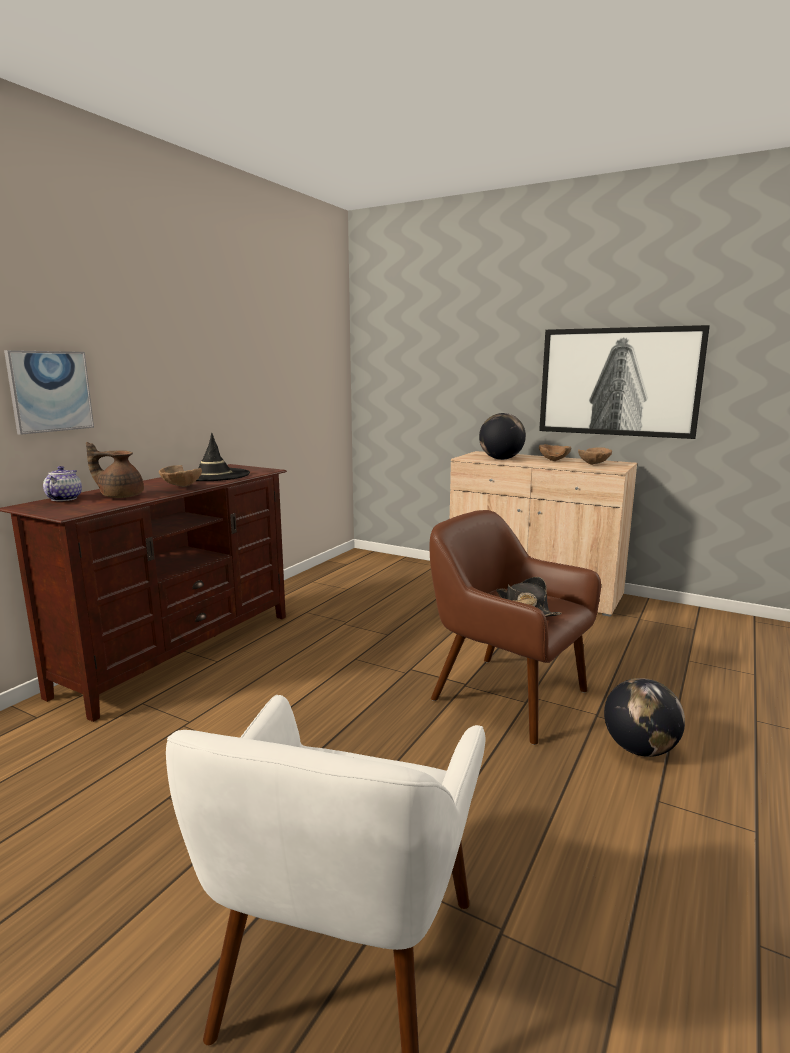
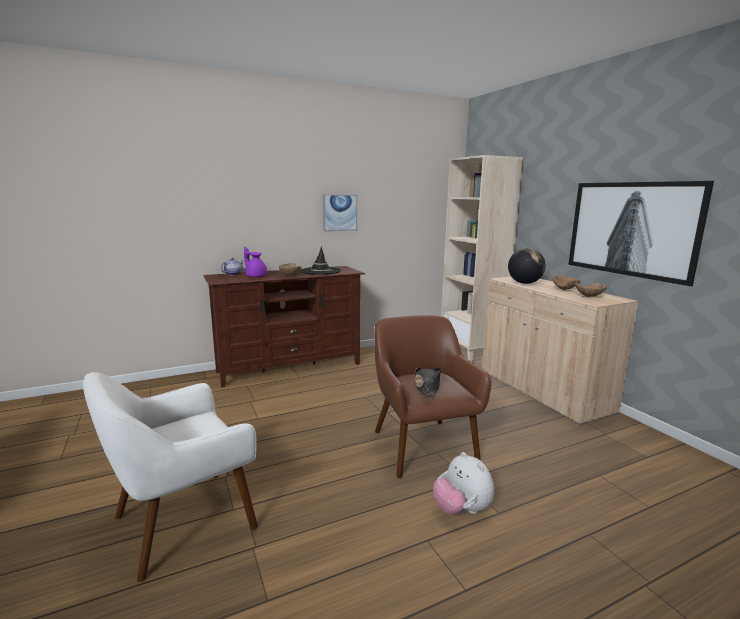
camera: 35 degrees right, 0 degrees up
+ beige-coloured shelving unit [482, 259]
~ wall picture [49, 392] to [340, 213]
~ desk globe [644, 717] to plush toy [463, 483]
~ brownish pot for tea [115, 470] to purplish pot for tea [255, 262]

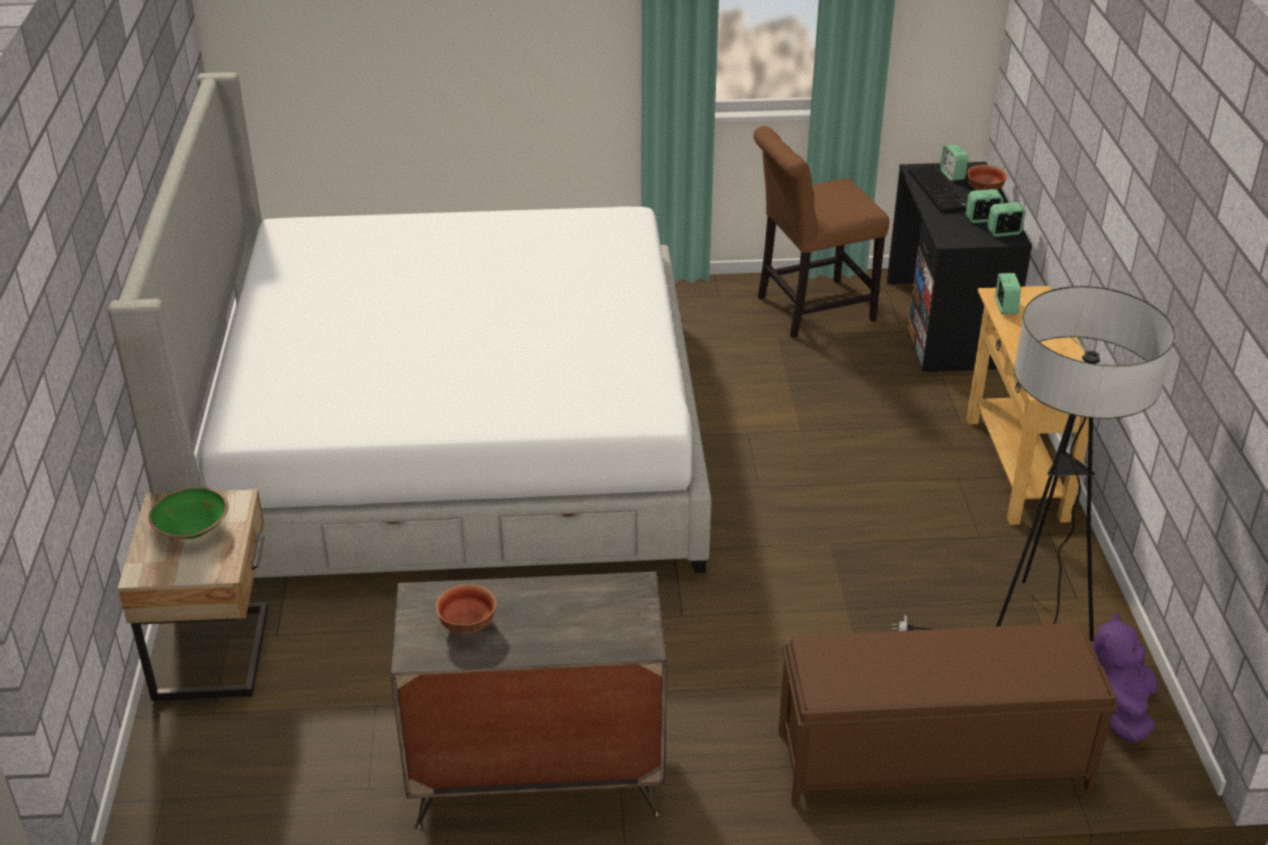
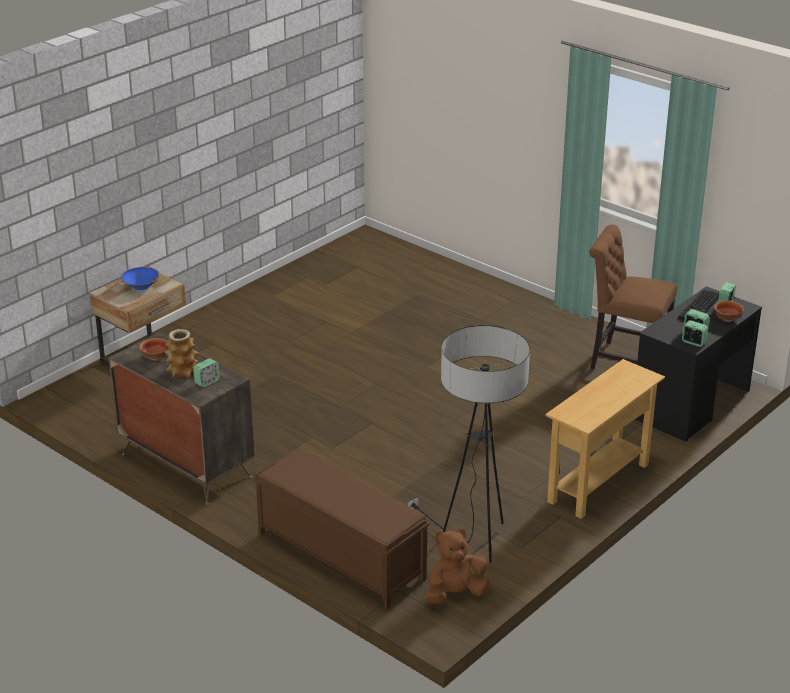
camera: 45 degrees right, 5 degrees down
- bedroom bed [409, 325]
+ flower vase [182, 353]
~ table clock [1008, 293] to [206, 373]
~ green-coloured serving bowl [188, 513] to bluish serving bowl [140, 278]
~ purplish plush toy [1125, 677] to brownish plush toy [457, 566]

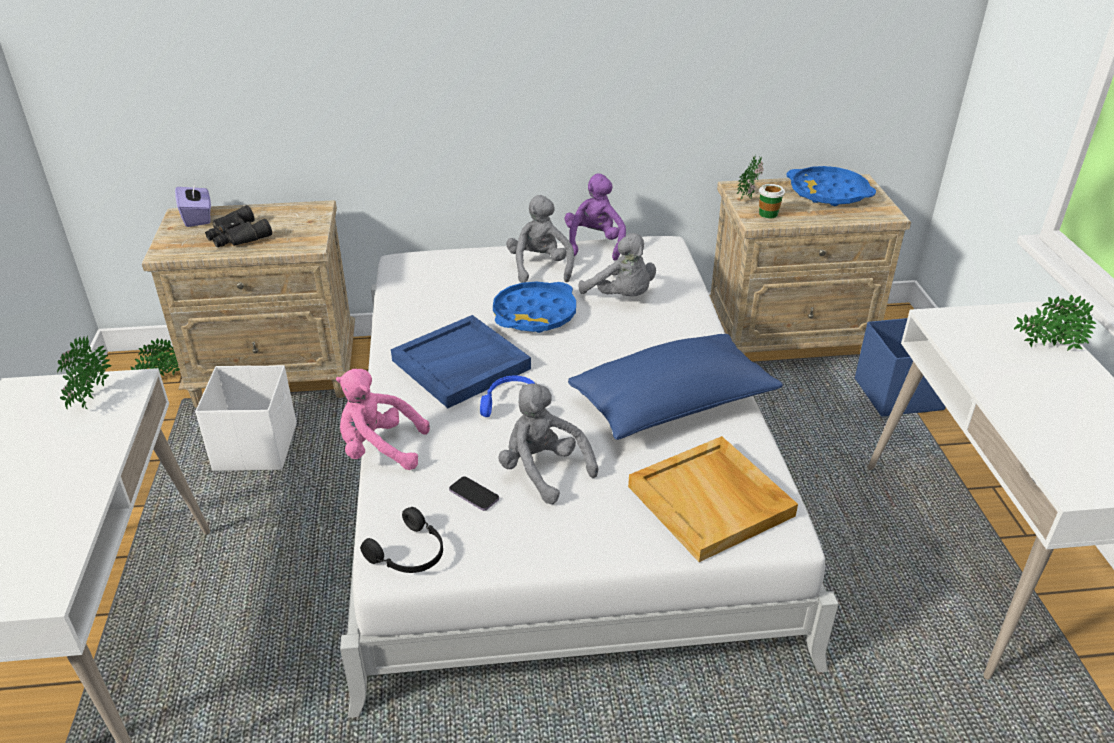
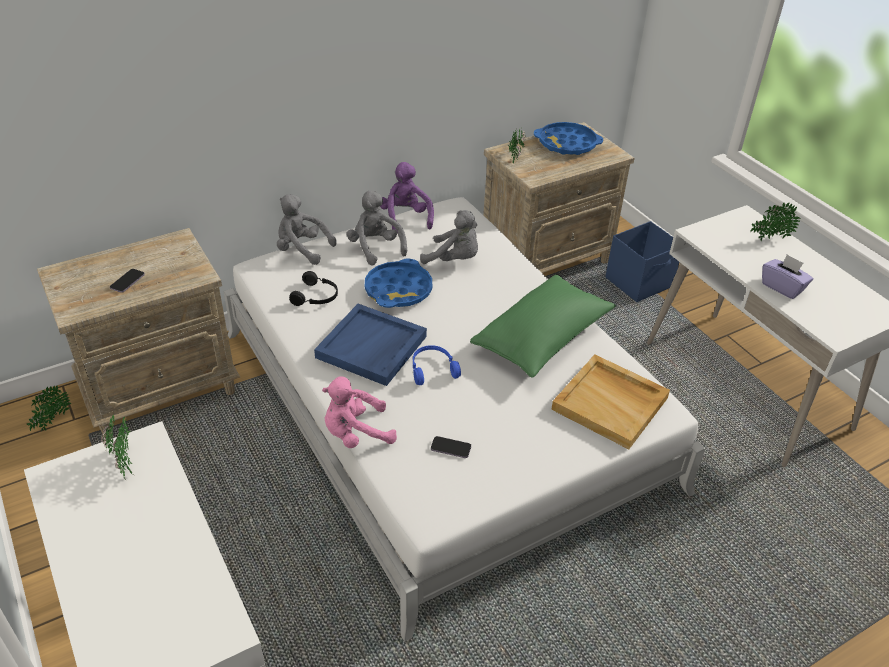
camera: 25 degrees left, 5 degrees up
- white-coloured storage container [246, 418]
- drinking cup [772, 201]
~ purplish box of tissues [193, 204] to [787, 276]
~ blackish headset [401, 540] to [313, 288]
~ gray plush toy [548, 443] to [306, 229]
~ blackish field glasses [238, 226] to phone [127, 281]
~ bluish throw pillow [675, 387] to green-coloured throw pillow [543, 326]

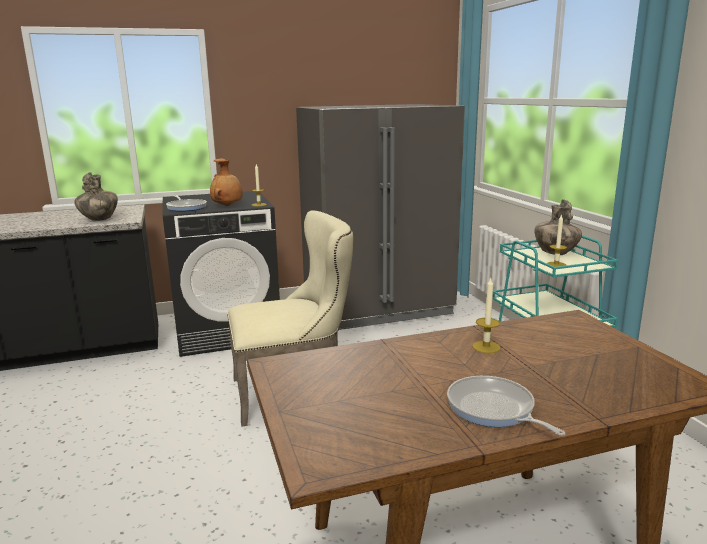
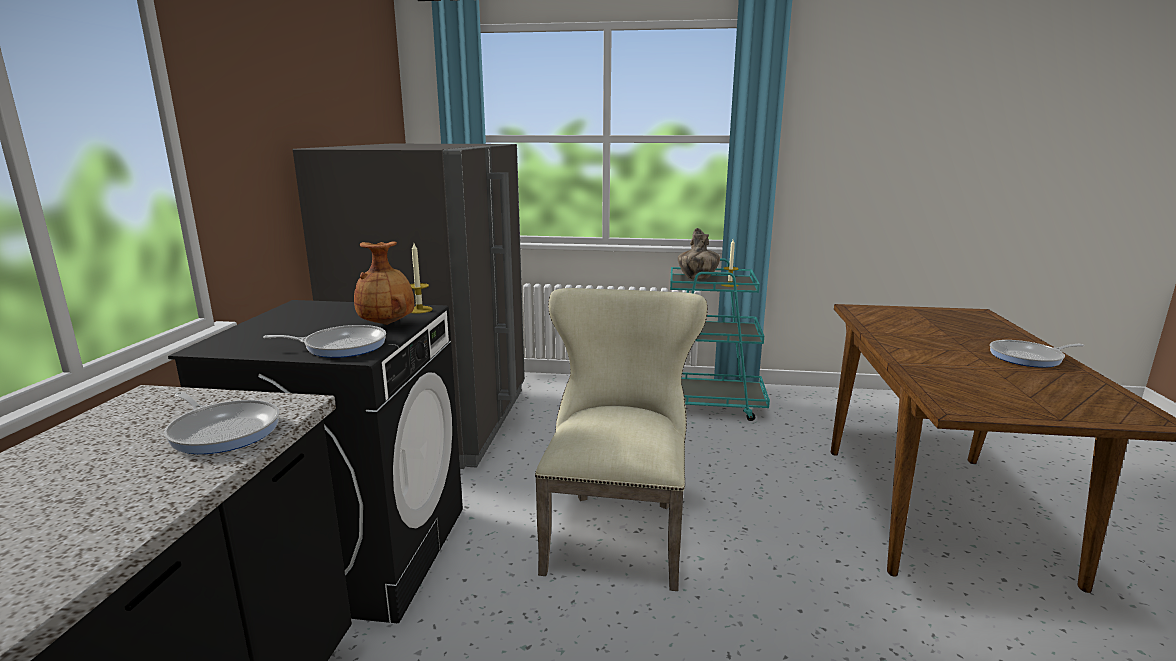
camera: 65 degrees left, 0 degrees up
- wax candle [486, 315]
~ flower vase [96, 196] to pan [222, 423]

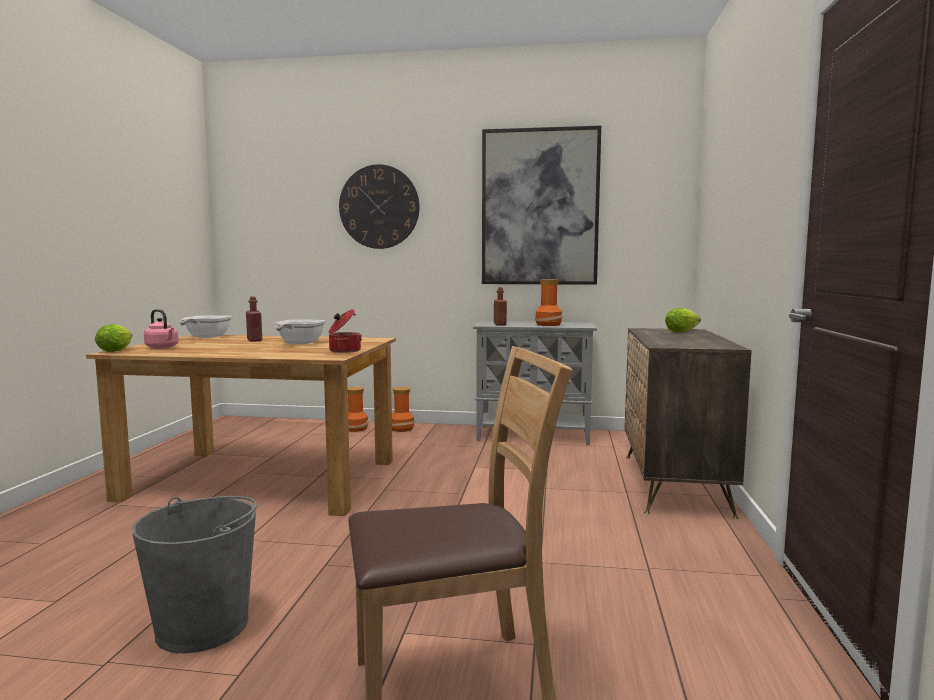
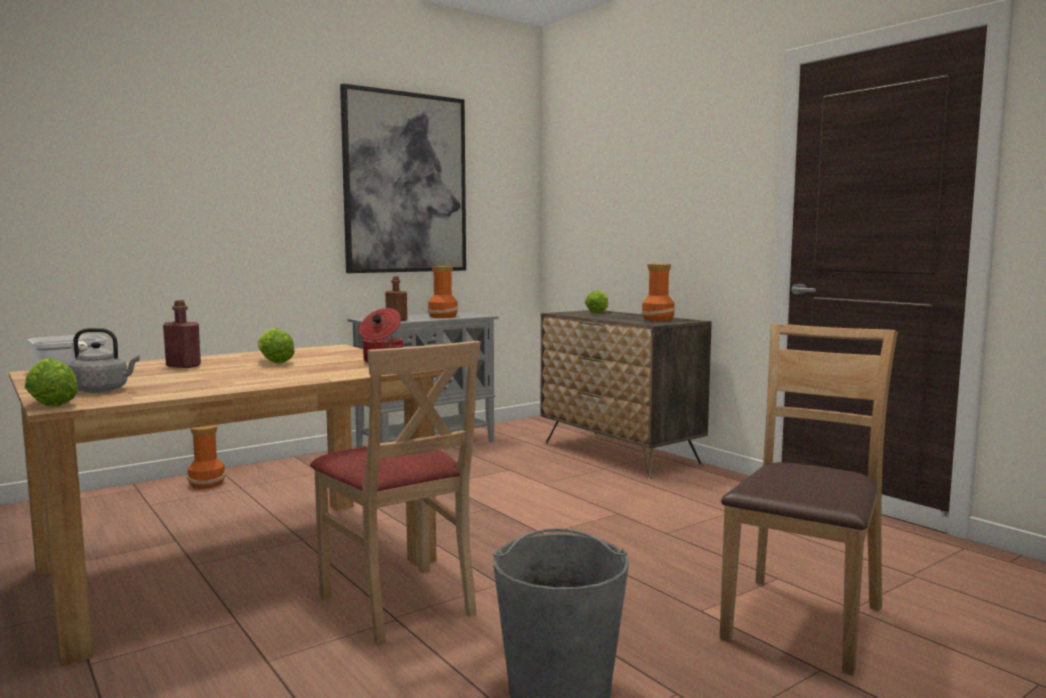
camera: 45 degrees left, 0 degrees up
- clock on the wall [379, 206]
+ beige-coloured plain chair [395, 493]
~ flower vase [403, 409] to [658, 292]
~ pan [300, 332] to lettuce [276, 346]
~ pink-coloured water kettle [161, 329] to gray water kettle [104, 360]

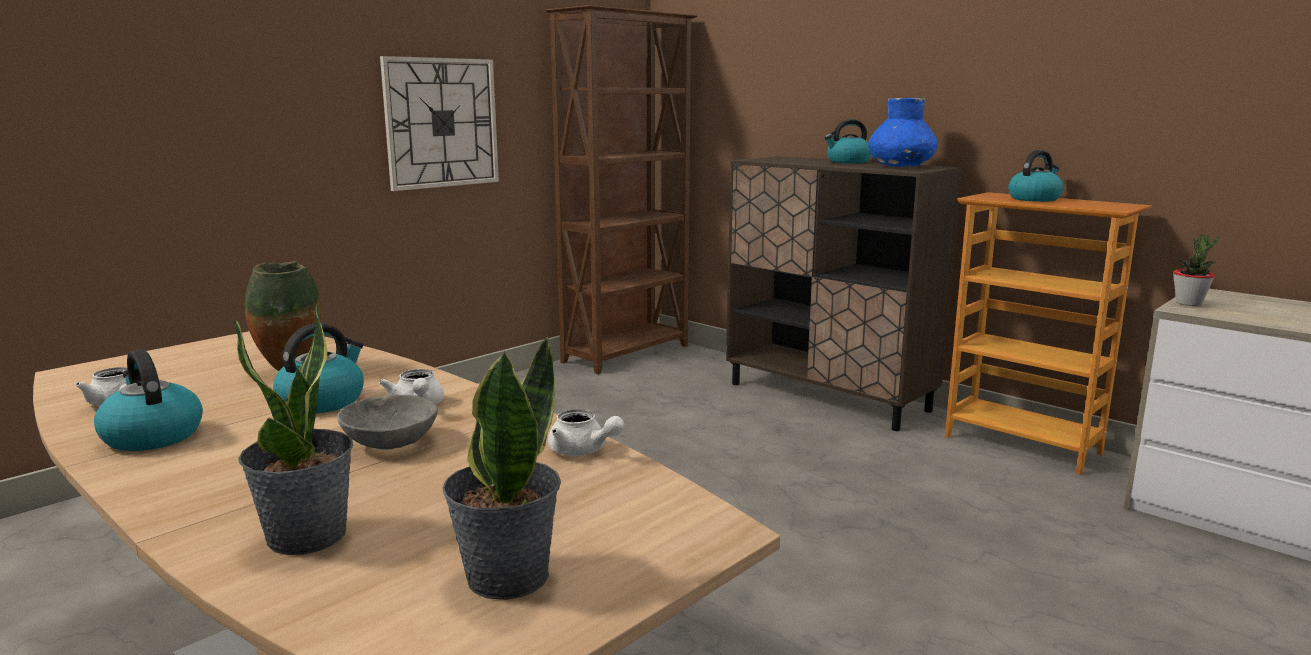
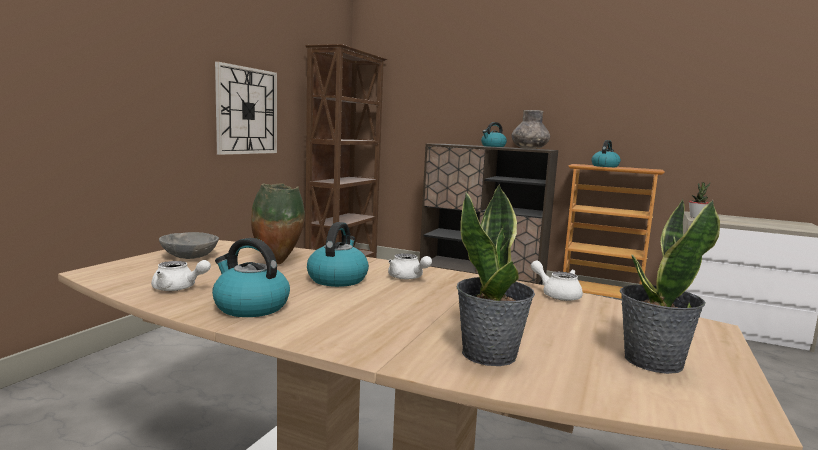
camera: 20 degrees left, 5 degrees down
~ gray serving bowl [387, 422] to [189, 245]
~ bluish flower vase [903, 132] to gray flower vase [531, 129]
~ white-coloured pot for tea [586, 432] = [557, 280] 150 degrees counterclockwise

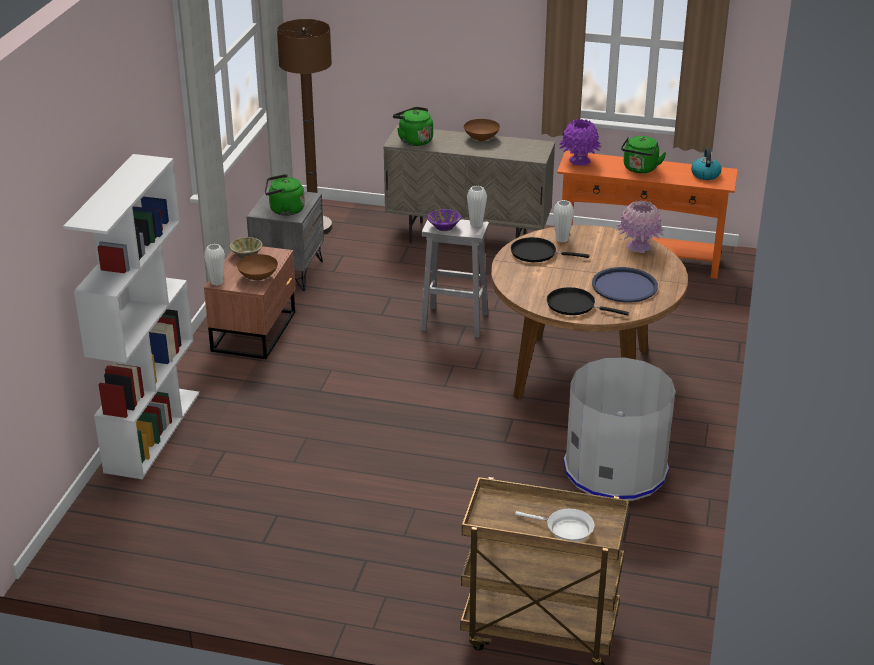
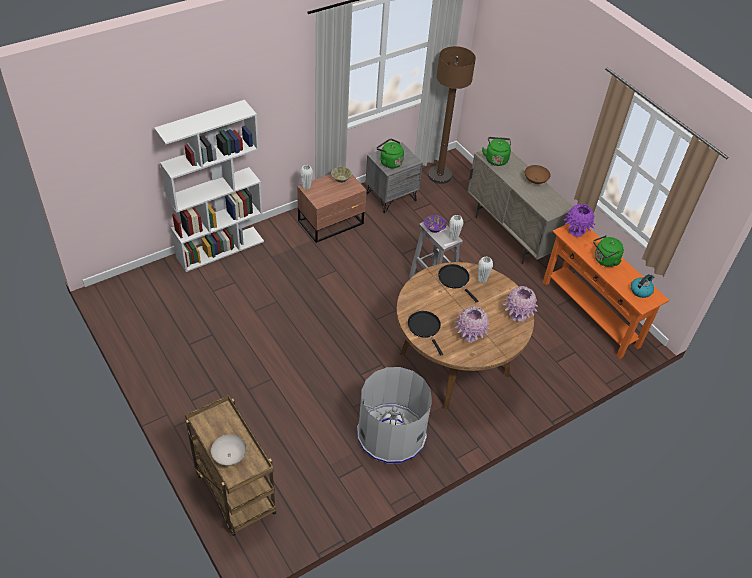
camera: 40 degrees right, 15 degrees up
- brownish serving bowl [257, 267]
~ white-coloured pan [554, 525] to white-coloured serving bowl [228, 450]
~ bluish carrying tray [625, 284] to pink-coloured flower vase [472, 324]

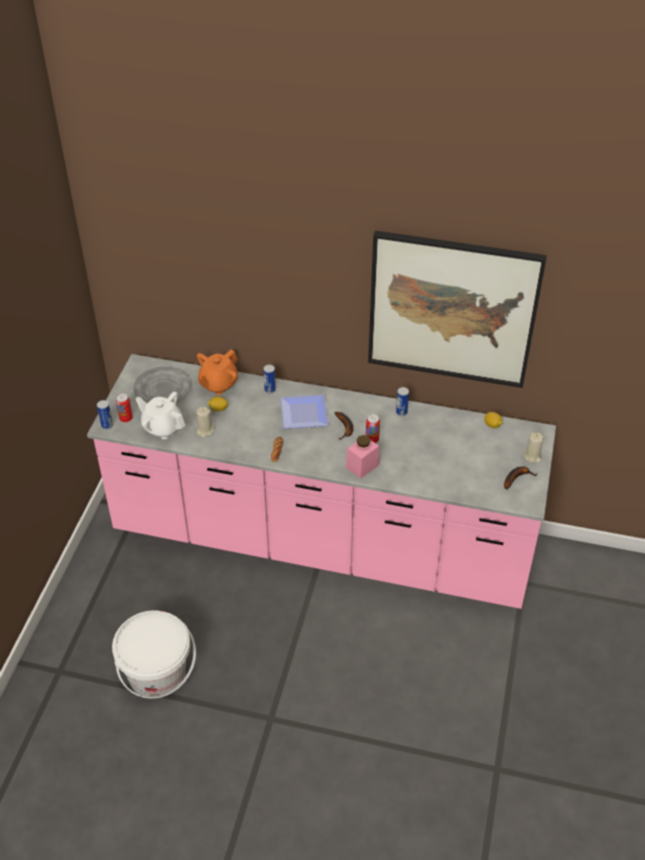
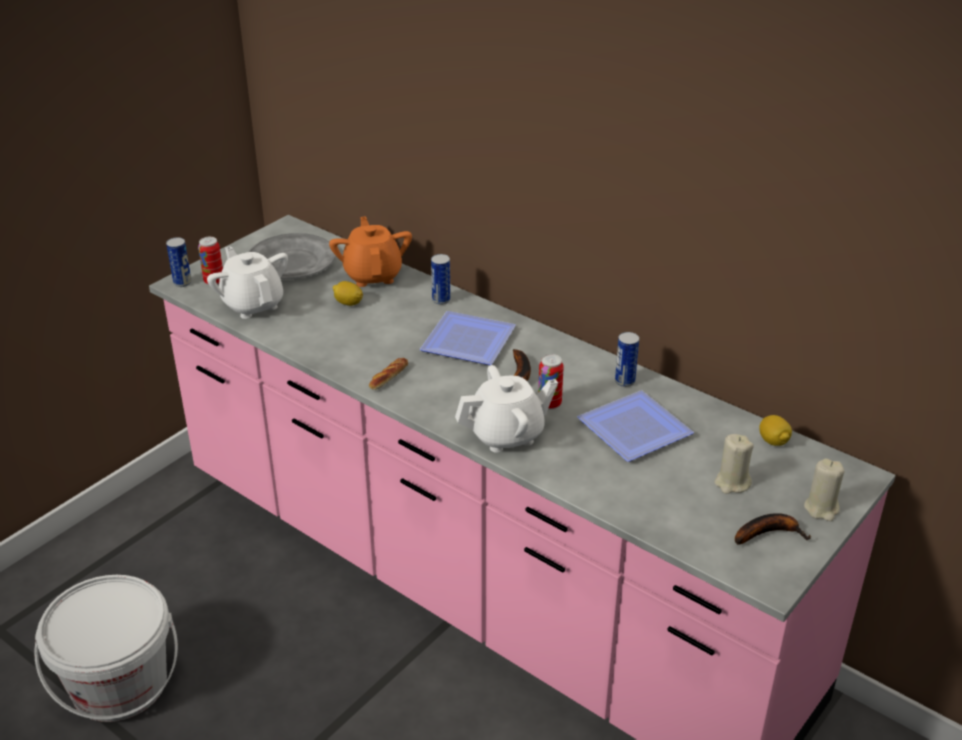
camera: 25 degrees right, 10 degrees down
- wall picture [457, 309]
+ plate [635, 426]
~ beige-coloured wax candle [205, 422] to [734, 464]
~ pink-coloured storage jar [362, 457] to white-coloured pot for tea [506, 409]
~ orange pot for tea [217, 372] = [370, 251] 105 degrees clockwise

